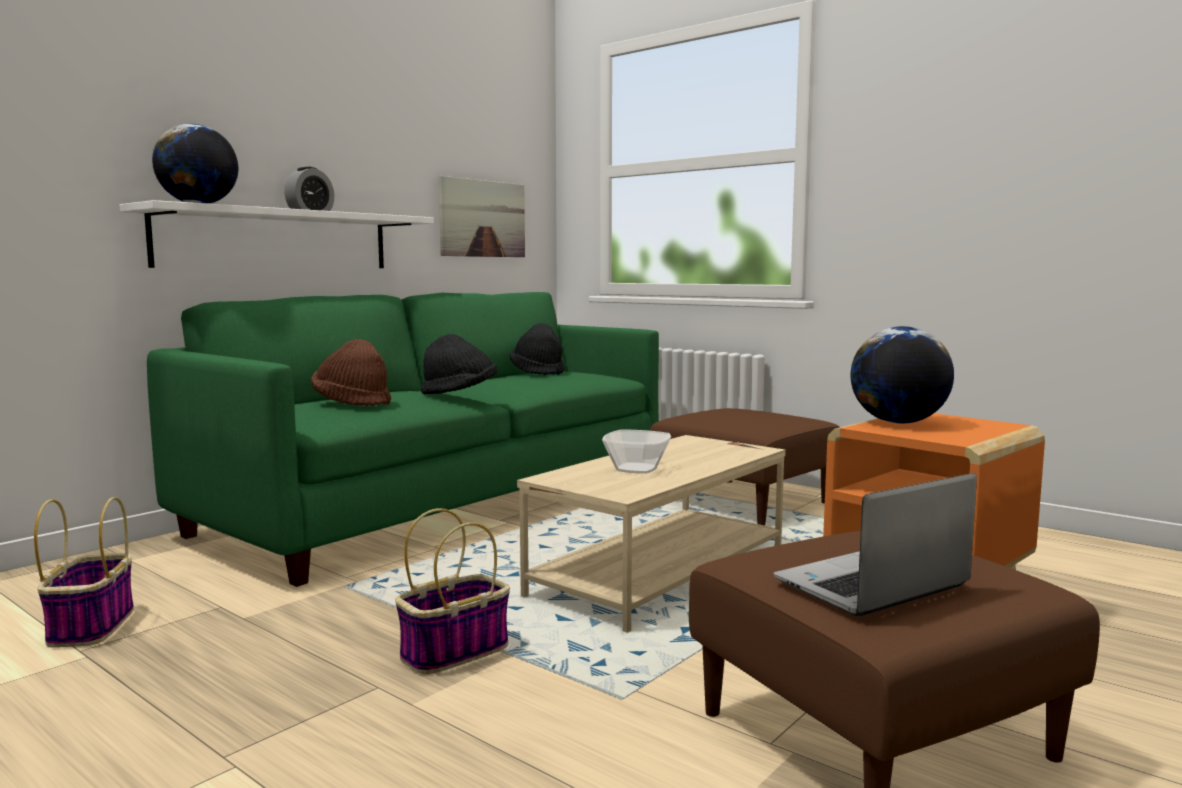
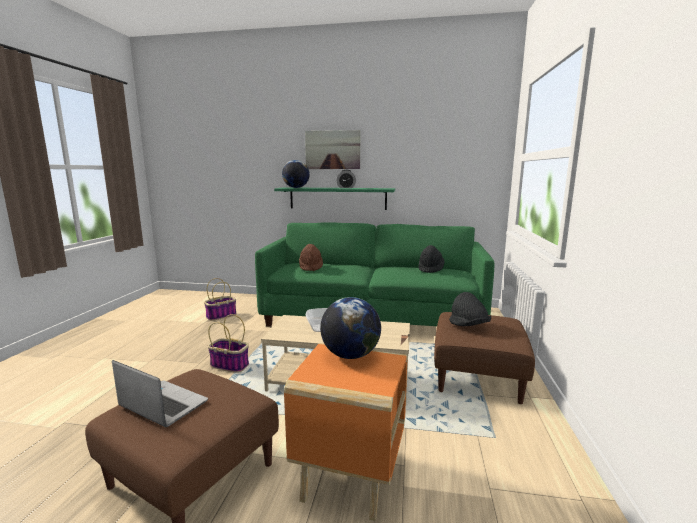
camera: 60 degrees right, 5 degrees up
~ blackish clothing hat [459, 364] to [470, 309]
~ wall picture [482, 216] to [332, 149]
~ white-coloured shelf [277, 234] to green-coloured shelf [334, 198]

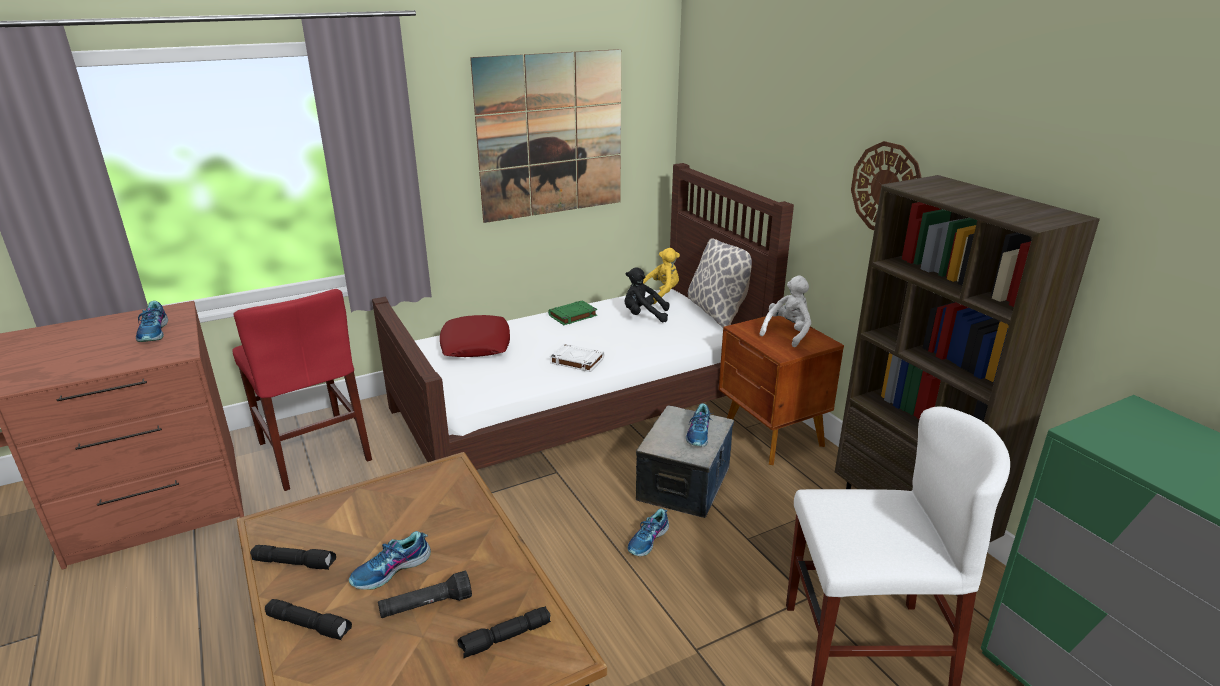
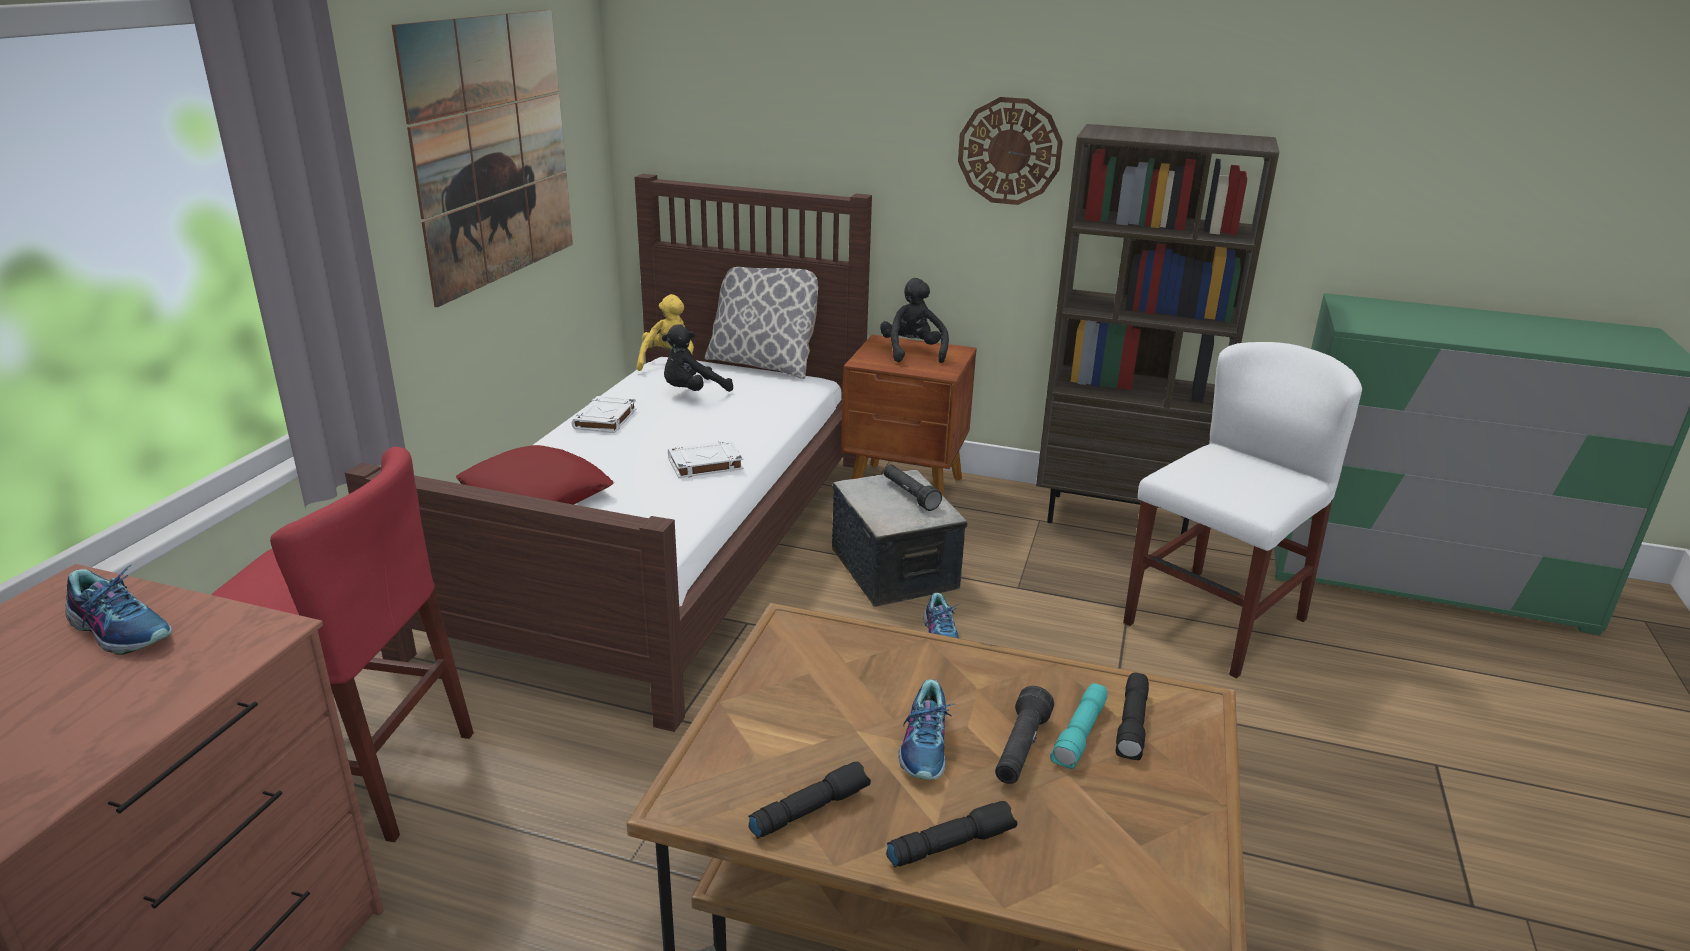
camera: 45 degrees left, 0 degrees up
+ turquoise-coloured flashlight [1078, 726]
~ item of footwear [699, 424] to blackish flashlight [913, 487]
~ green-coloured bound book [572, 312] to white-coloured bound book [604, 414]
~ white-coloured plush toy [785, 311] to blackish plush toy [914, 320]

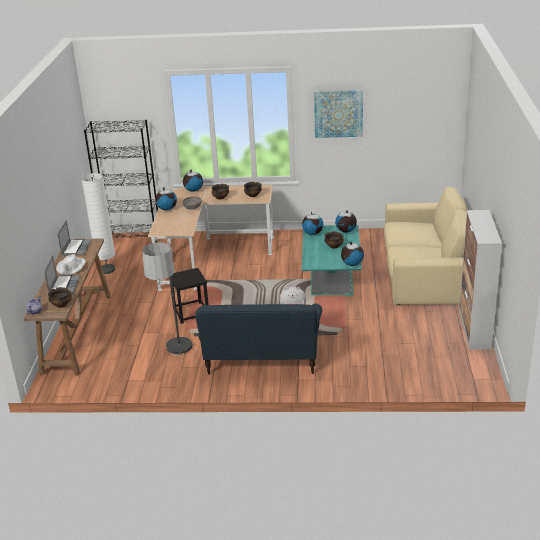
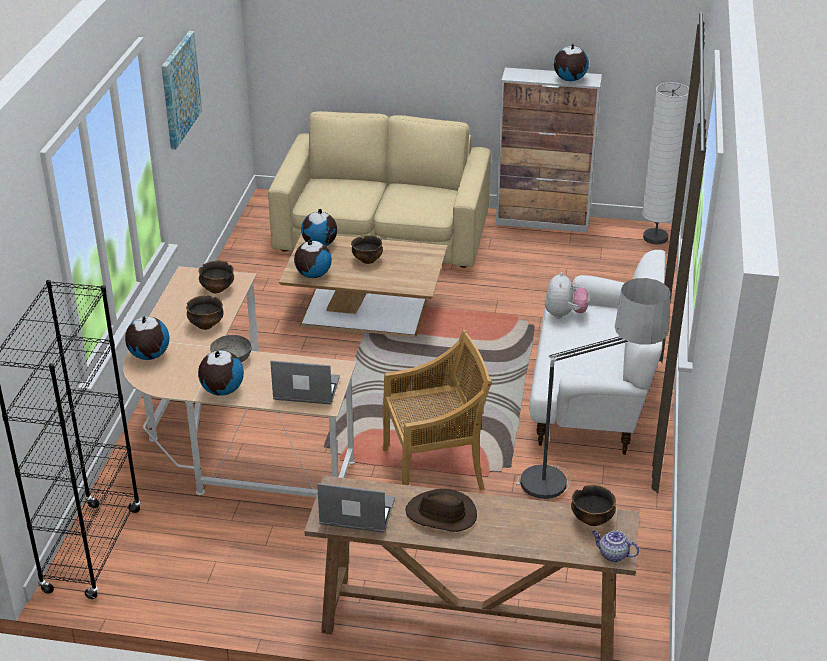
camera: 85 degrees left, 5 degrees up
~ laptop [62, 274] to [305, 382]
~ white-coloured standard lamp [98, 223] to [665, 163]
~ desk globe [352, 254] to [571, 62]
~ blackish stool seat [189, 296] to beige-coloured plain chair [437, 409]
~ white-coloured clothing hat [71, 264] to brownish clothing hat [441, 510]
~ bluish sofa [258, 339] to white-coloured sofa [597, 352]
~ turquoise-coloured lounge table [331, 260] to brownish lounge table [363, 285]

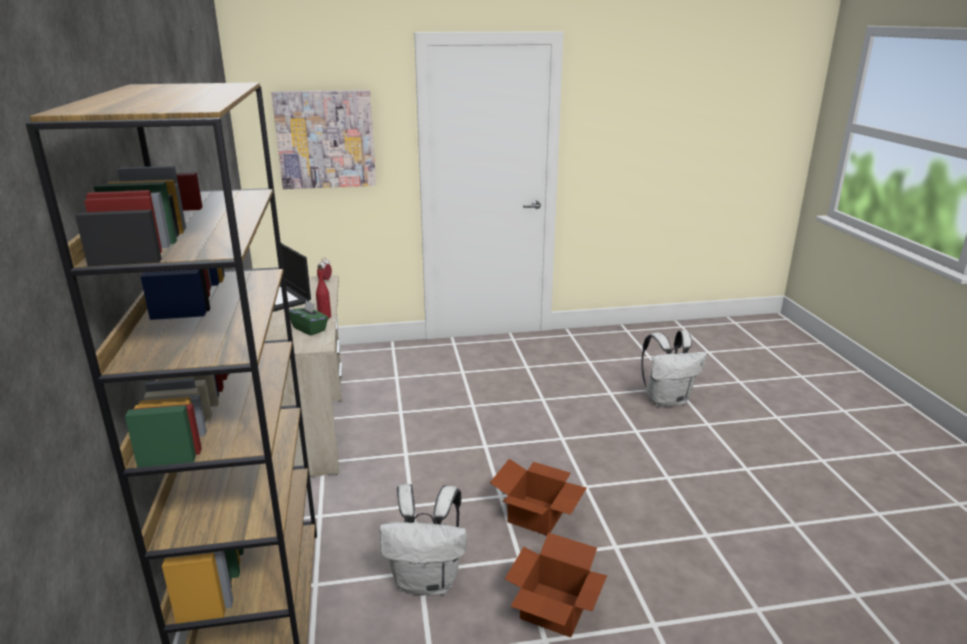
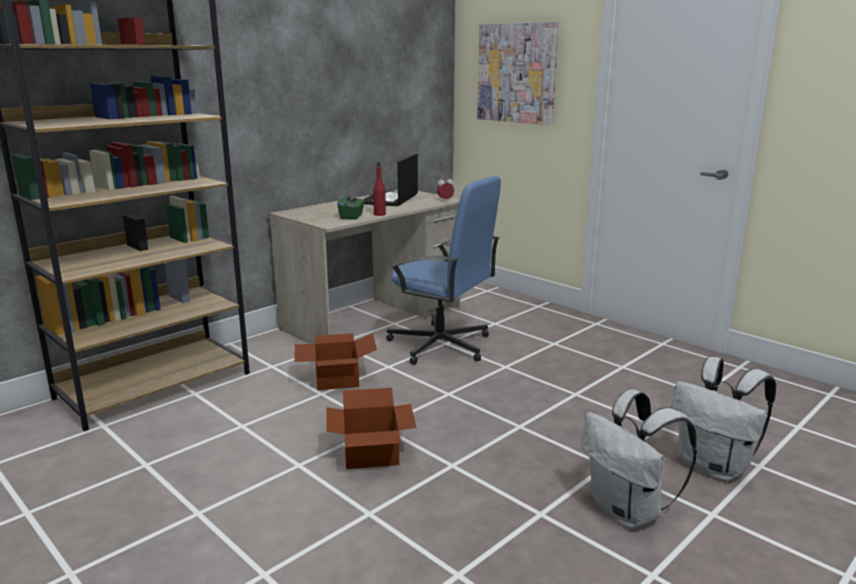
camera: 55 degrees right, 5 degrees down
+ bluish desk chair [443, 270]
~ white-coloured rucksack [423, 539] to [639, 459]
~ cardboard box [556, 585] to [335, 361]

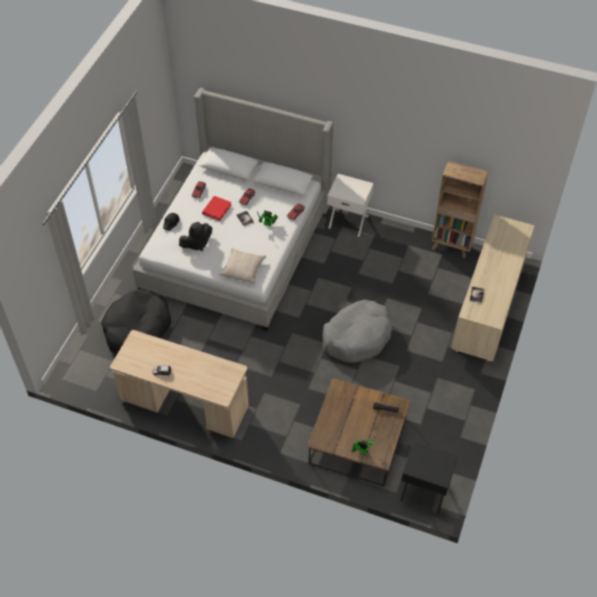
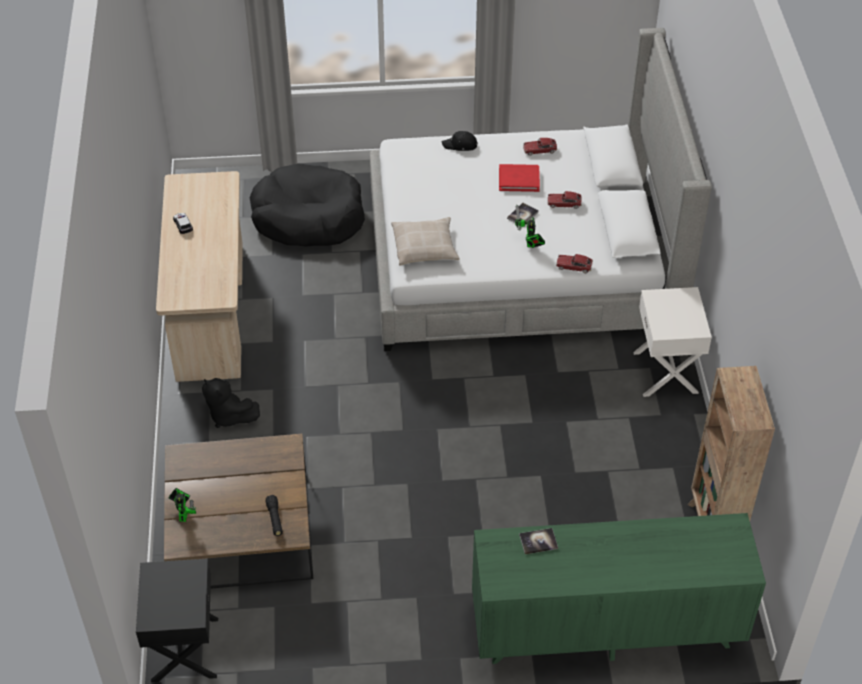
camera: 65 degrees right, 5 degrees down
- gray pet bed [357, 331]
~ blackish plush toy [195, 236] to [231, 403]
~ beige-coloured dresser [493, 288] to green-coloured dresser [619, 588]

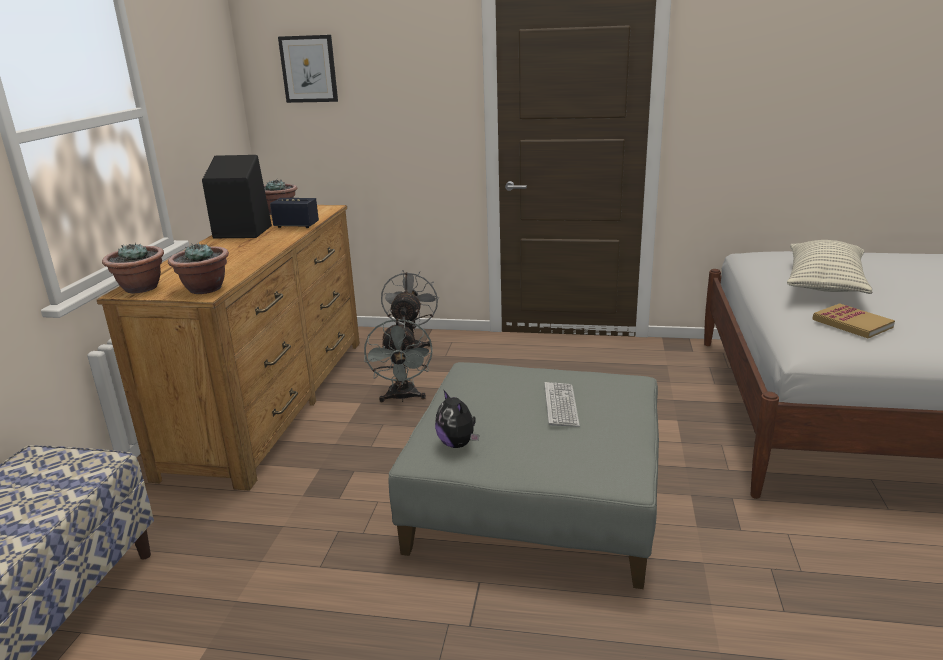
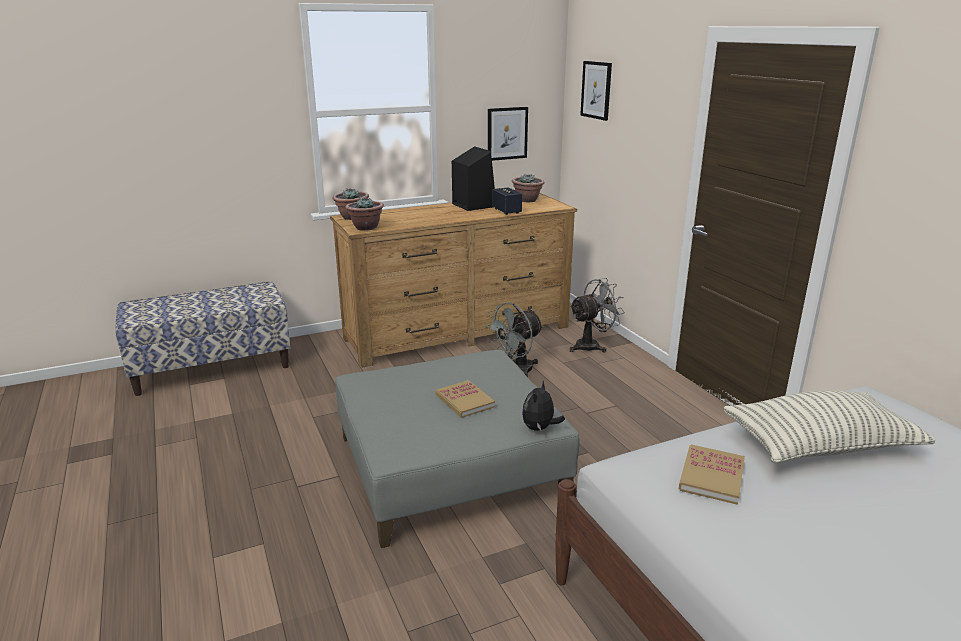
camera: 55 degrees right, 0 degrees up
+ wall picture [508, 134]
~ plush toy [457, 418] to [543, 406]
~ keyboard [562, 404] to bound book [465, 399]

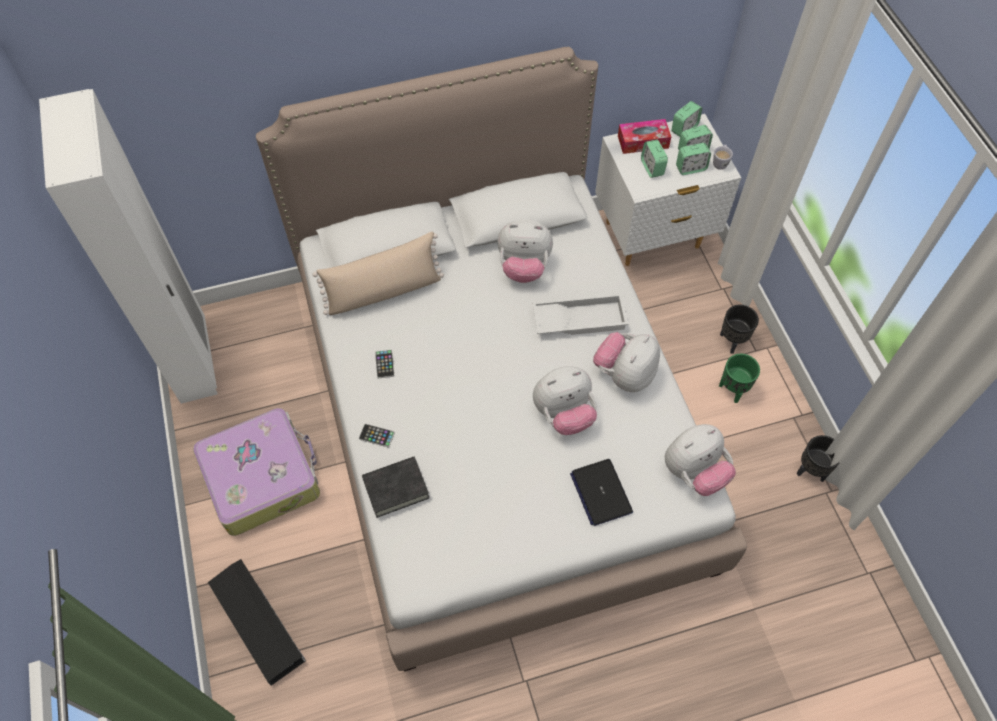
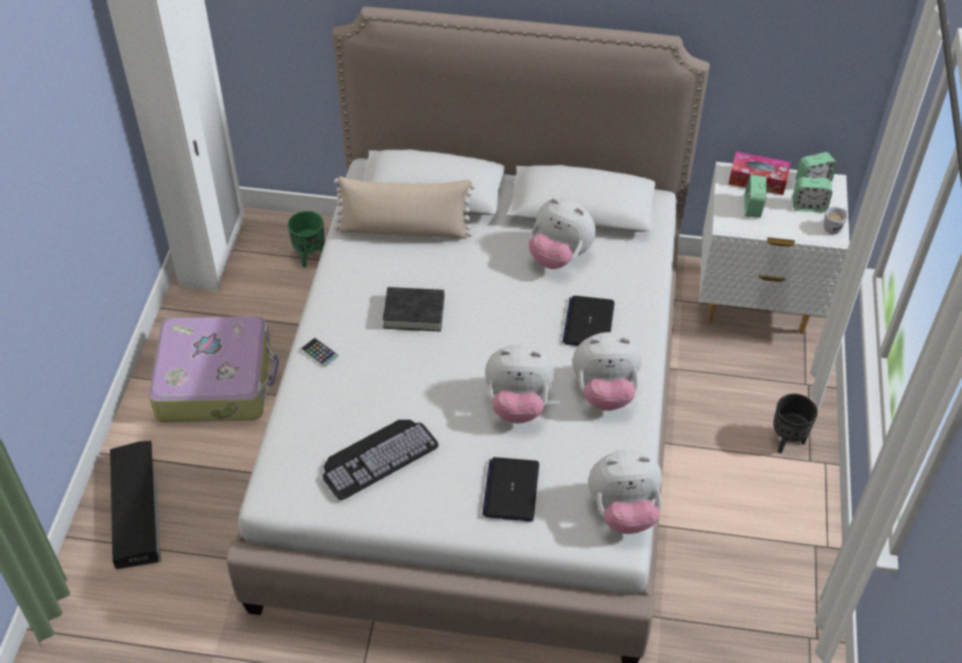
camera: 25 degrees right, 10 degrees down
- phone [384, 364]
- table clock [693, 159]
- blackish plant pot [818, 458]
+ keyboard [380, 460]
~ blackish bound book [396, 487] to [413, 309]
~ green-coloured plant pot [739, 378] to [306, 239]
~ white-coloured carrying tray [580, 314] to laptop [588, 321]
~ plush toy [626, 362] = [607, 371] 150 degrees counterclockwise

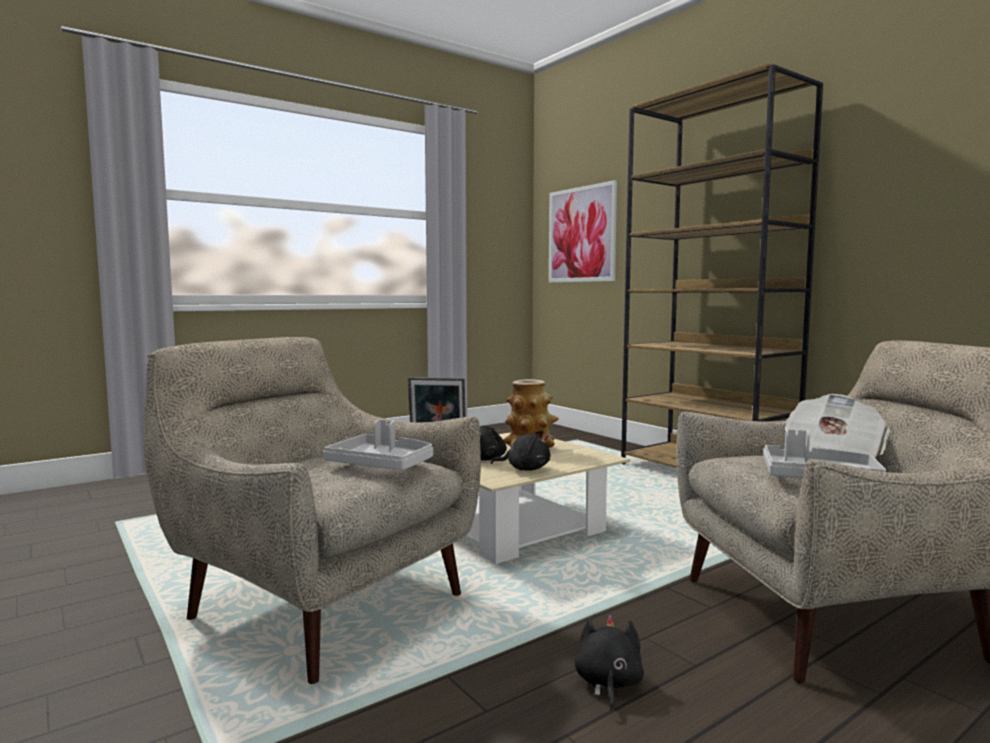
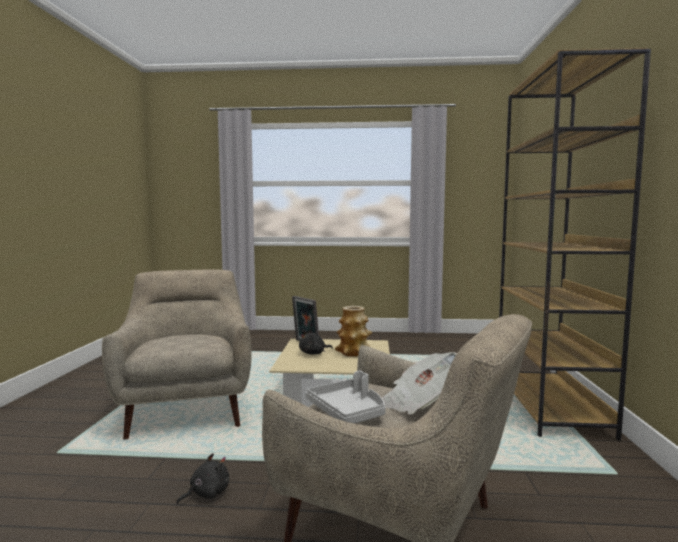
camera: 40 degrees right, 0 degrees up
- gray carrying tray [378, 444]
- blackish plush toy [520, 450]
- wall picture [583, 231]

